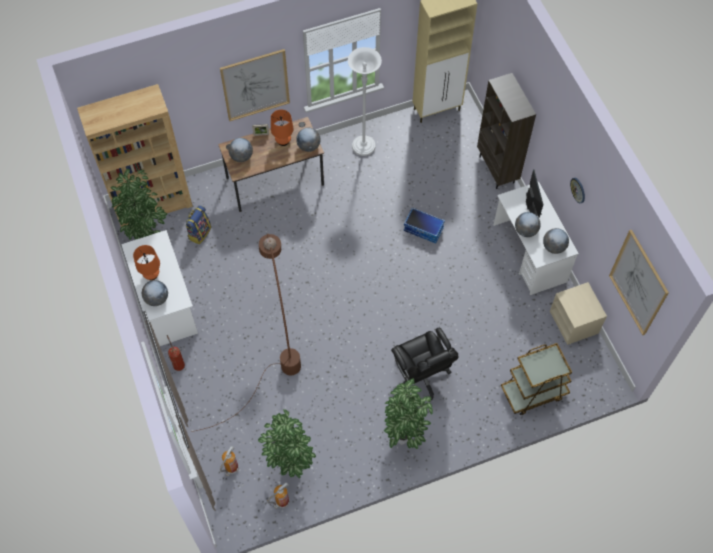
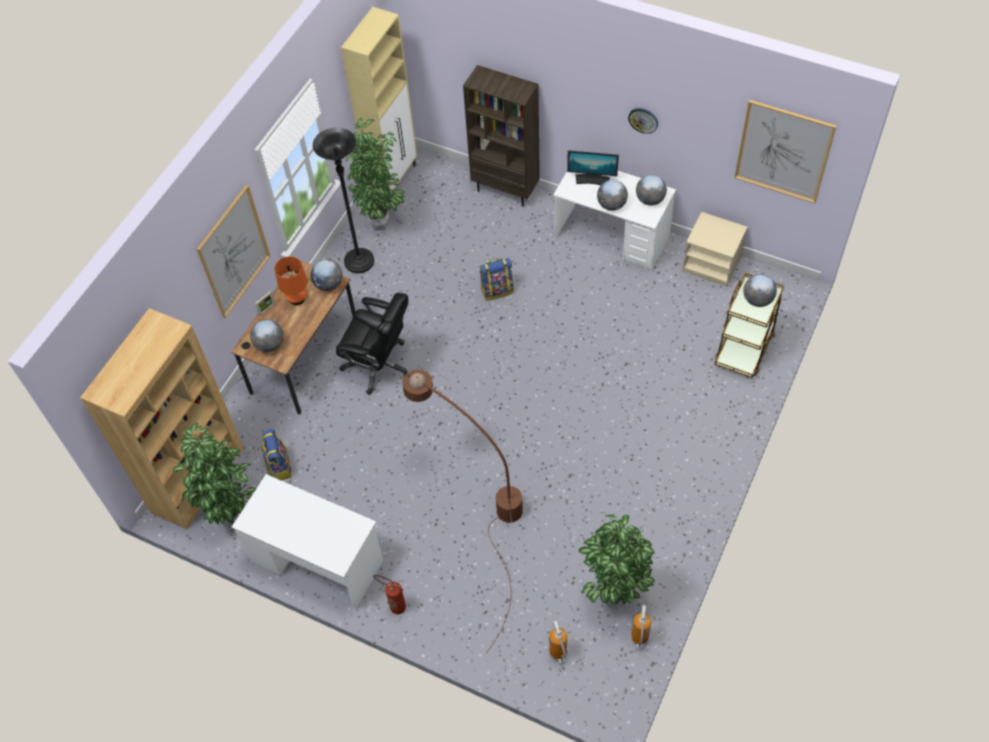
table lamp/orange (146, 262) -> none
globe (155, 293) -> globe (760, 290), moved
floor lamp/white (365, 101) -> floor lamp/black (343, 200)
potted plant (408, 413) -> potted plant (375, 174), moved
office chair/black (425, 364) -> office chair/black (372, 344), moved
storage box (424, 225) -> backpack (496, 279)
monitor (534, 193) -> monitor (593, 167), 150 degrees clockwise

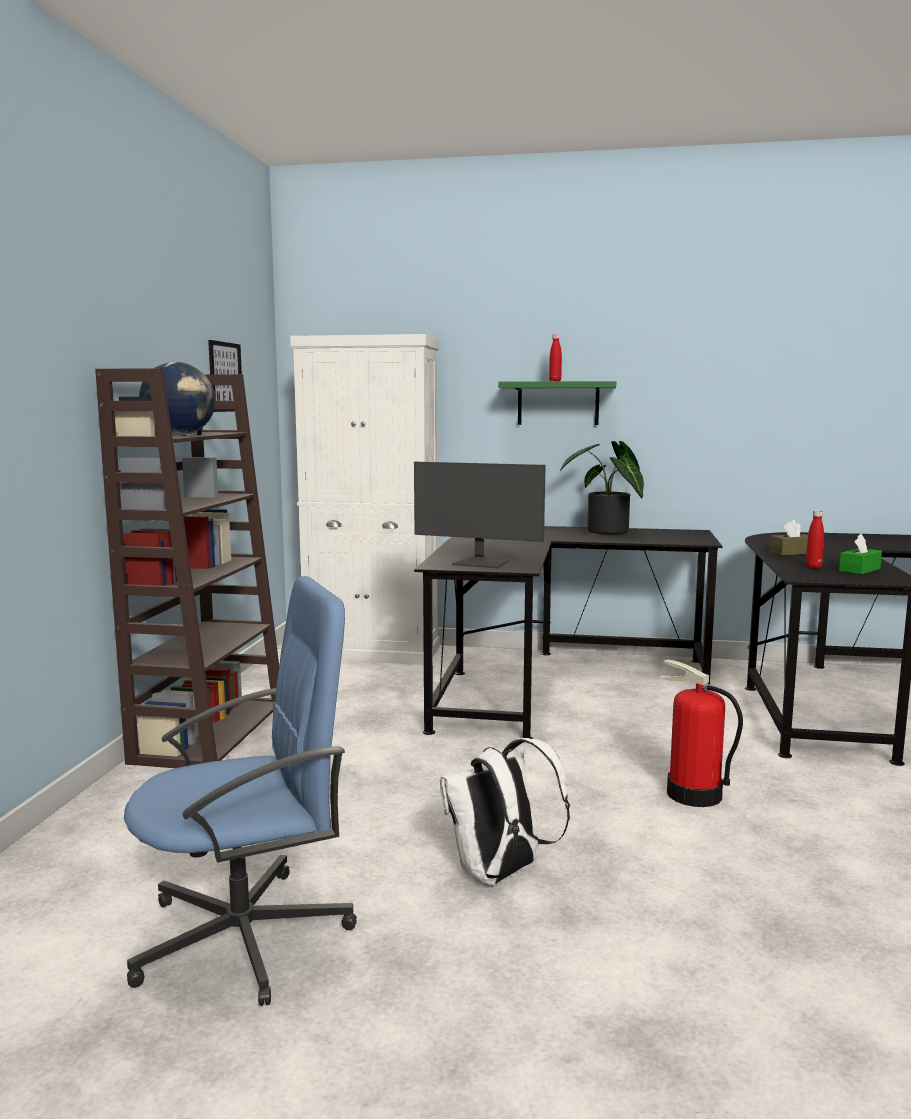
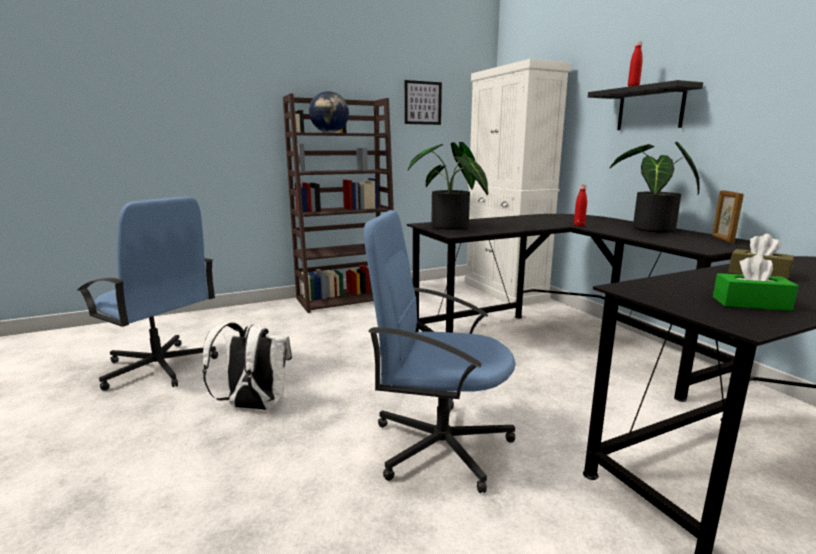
monitor (480, 515) -> potted plant (448, 186)
shelf/green (557, 403) -> shelf/black (645, 105)
fire extinguisher (700, 733) -> office chair/blue (440, 351)
bottle/red (815, 539) -> bottle/red (580, 206), moved
none -> picture frame (728, 216)

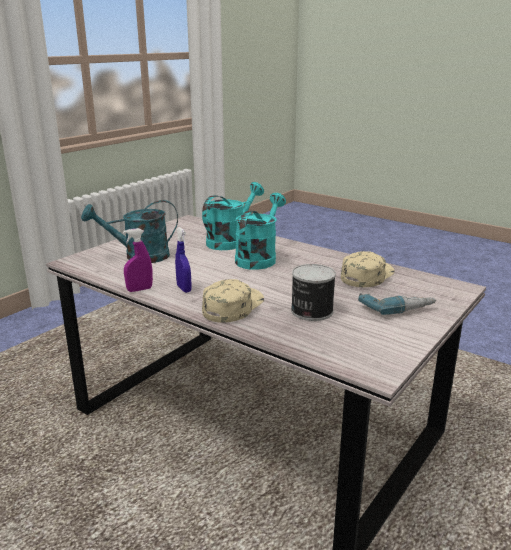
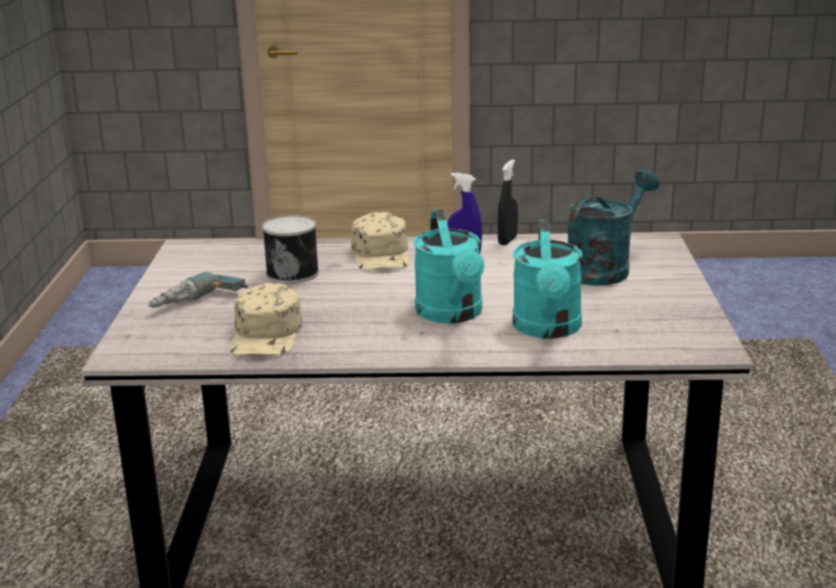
spray bottle/purple (138, 260) -> spray bottle/black (508, 202)

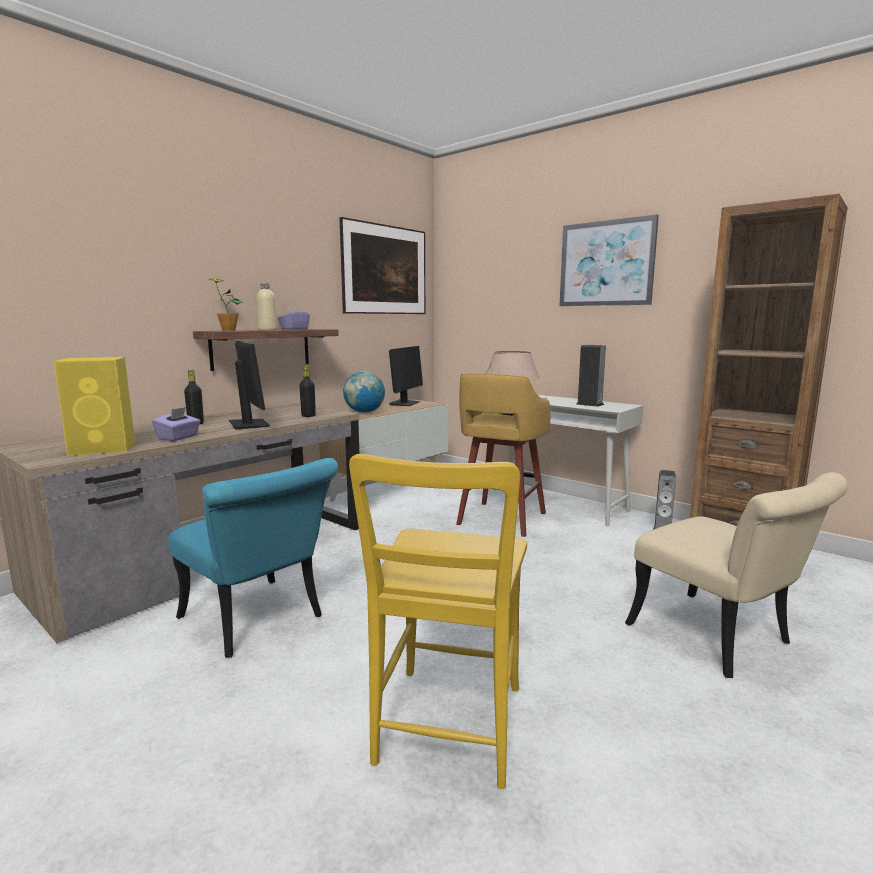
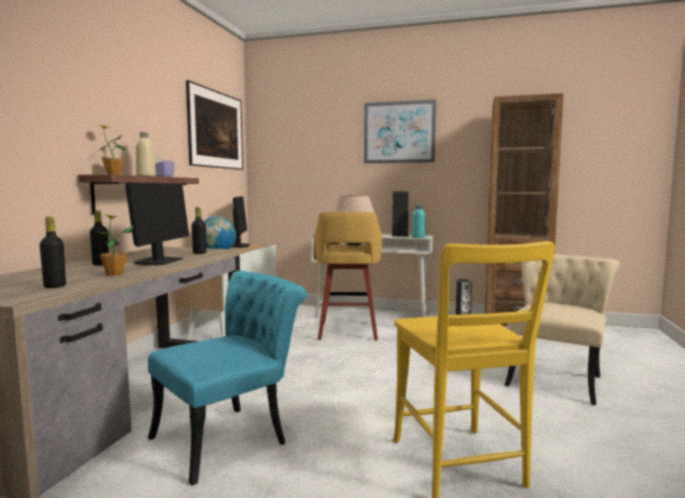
speaker/yellow (94, 406) -> bottle/black (53, 252)
tissue box/purple (176, 424) -> potted plant (115, 245)
chair/turquoise (253, 558) -> chair/turquoise (227, 378), 60 degrees counterclockwise
monitor (249, 385) -> monitor (157, 223), 60 degrees clockwise
chair/beige (736, 575) -> chair/beige (562, 329), 90 degrees counterclockwise
none -> bottle/turquoise (418, 221)

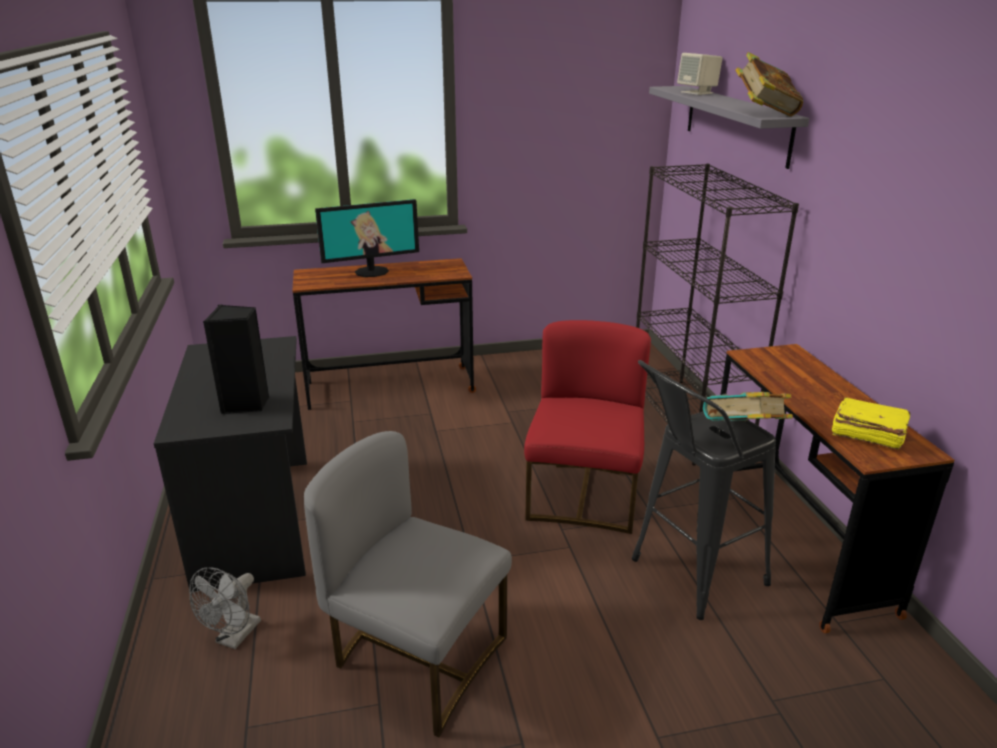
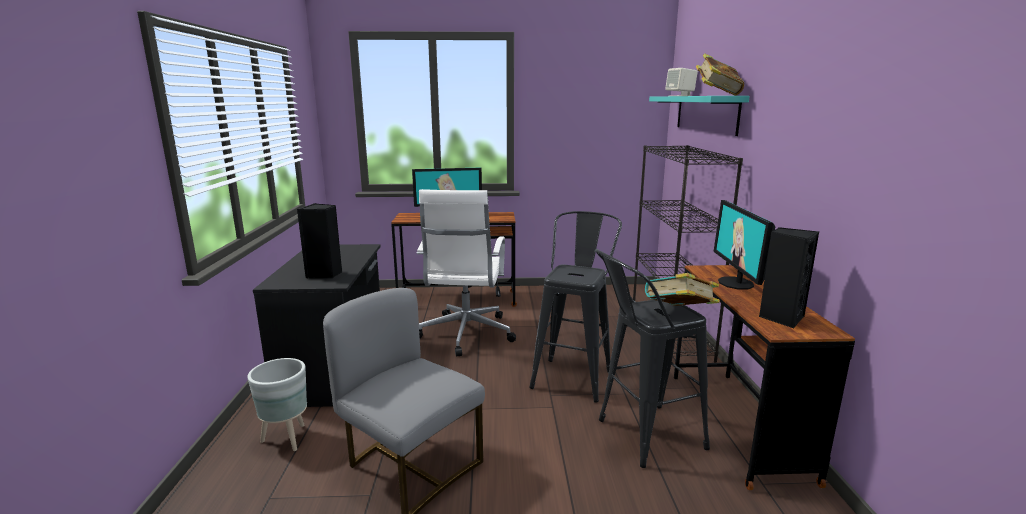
fan/grey (225, 608) -> planter/grey (277, 404)
chair/red (587, 427) -> stool/black (575, 307)
shelf/grey (729, 127) -> shelf/turquoise (699, 116)
book/yellow (870, 423) -> speaker/black (789, 277)
none -> office chair/white (466, 273)
none -> monitor (744, 244)

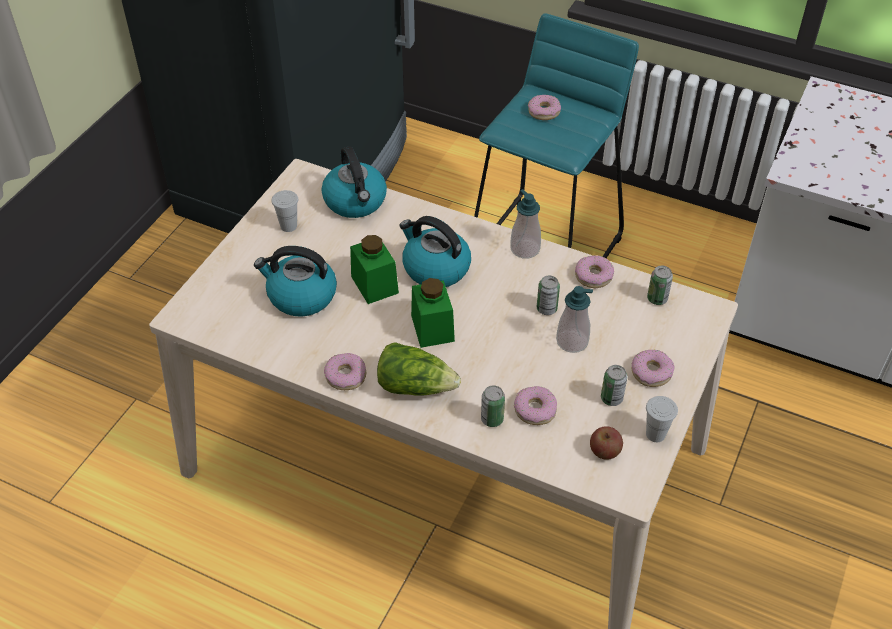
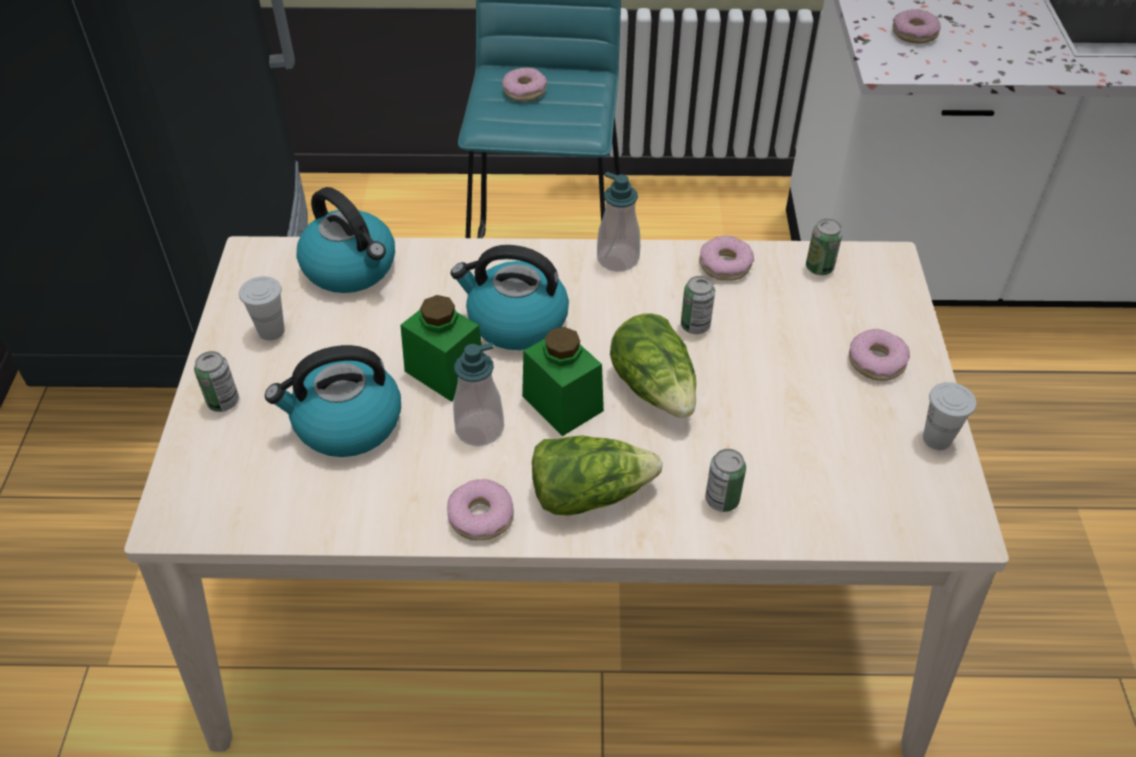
donut (535, 405) -> donut (916, 26), moved
soap dispenser (574, 319) -> soap dispenser (478, 394), moved
apple (606, 443) -> none
can (614, 385) -> can (216, 381), moved
none -> lettuce (653, 365)

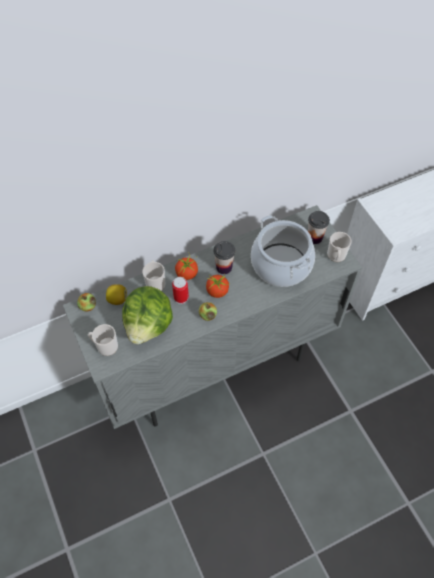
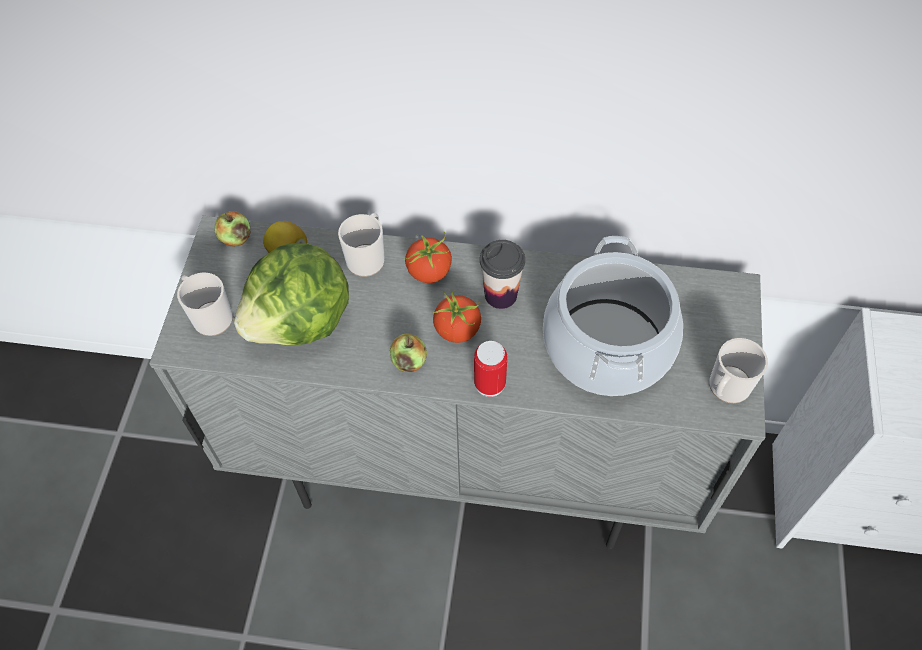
can (180, 290) -> can (490, 369), moved
cup (319, 227) -> none

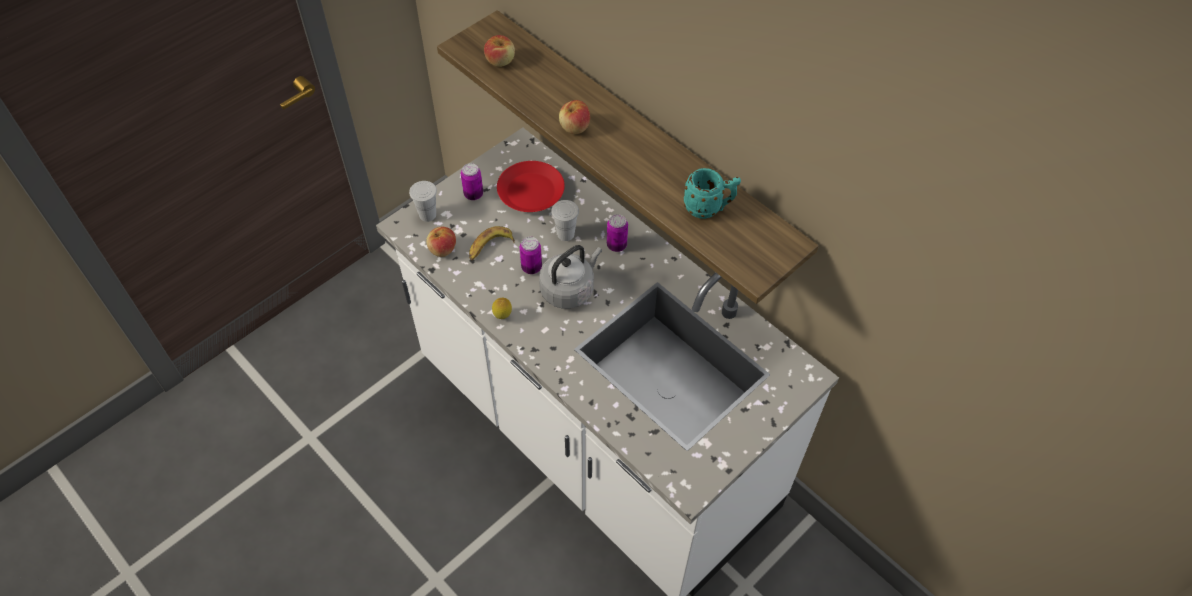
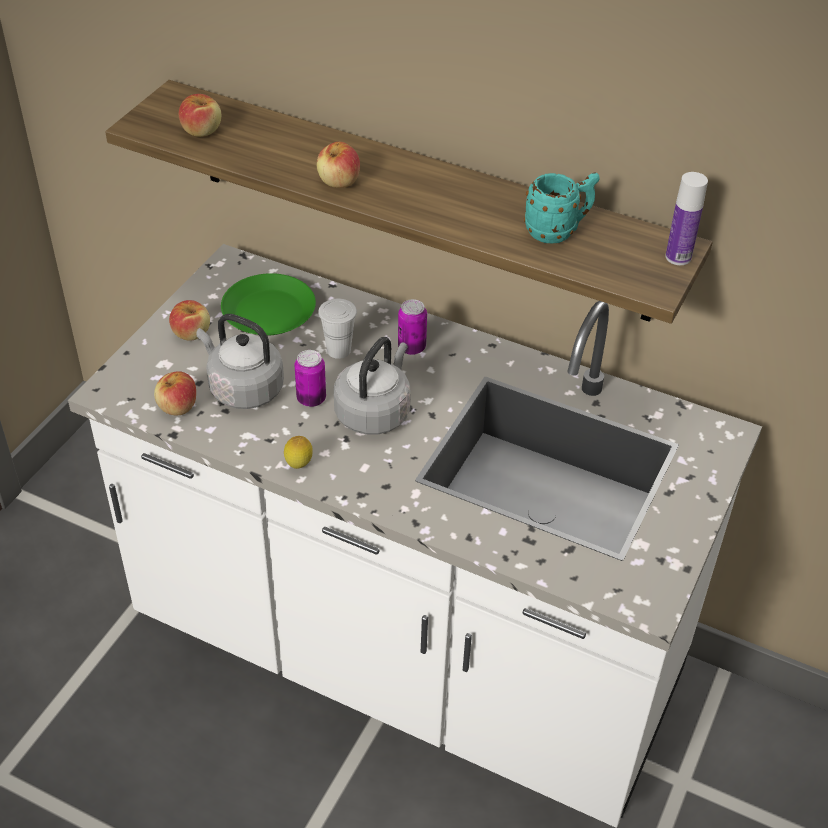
cup/white (423, 201) -> none
can (472, 181) -> apple (189, 320)
banana (492, 243) -> kettle/grey (240, 361)
plate/red (531, 186) -> plate/green (268, 304)
none -> bottle (686, 218)

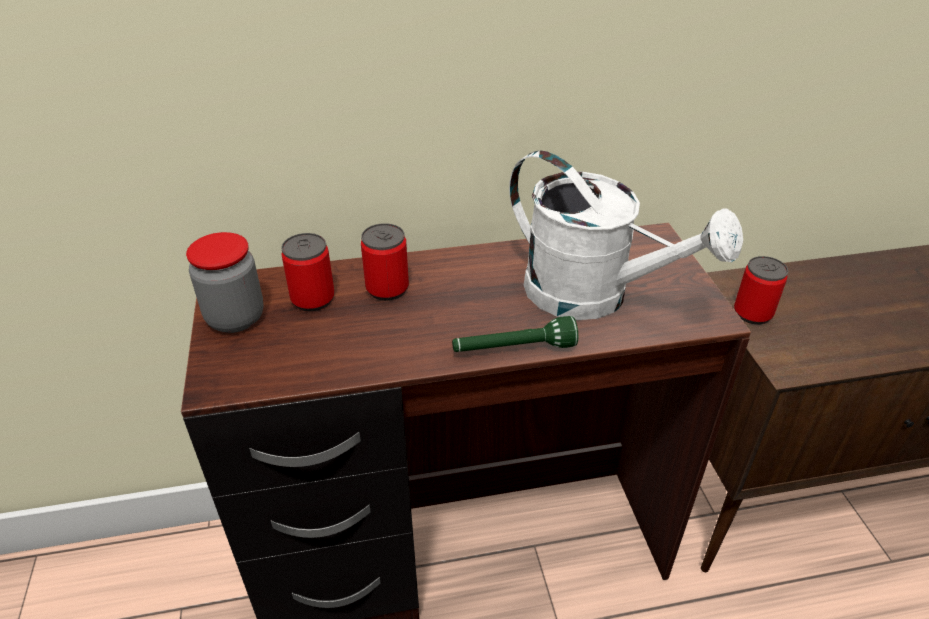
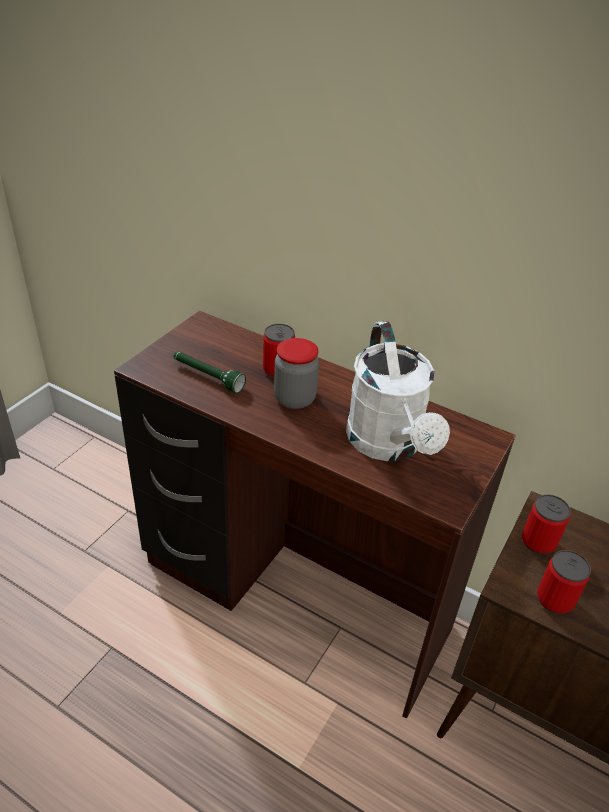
jar (225, 282) -> jar (296, 373), moved
can (307, 272) -> can (564, 582), moved
flashlight/green (515, 334) -> flashlight/green (210, 372), moved

